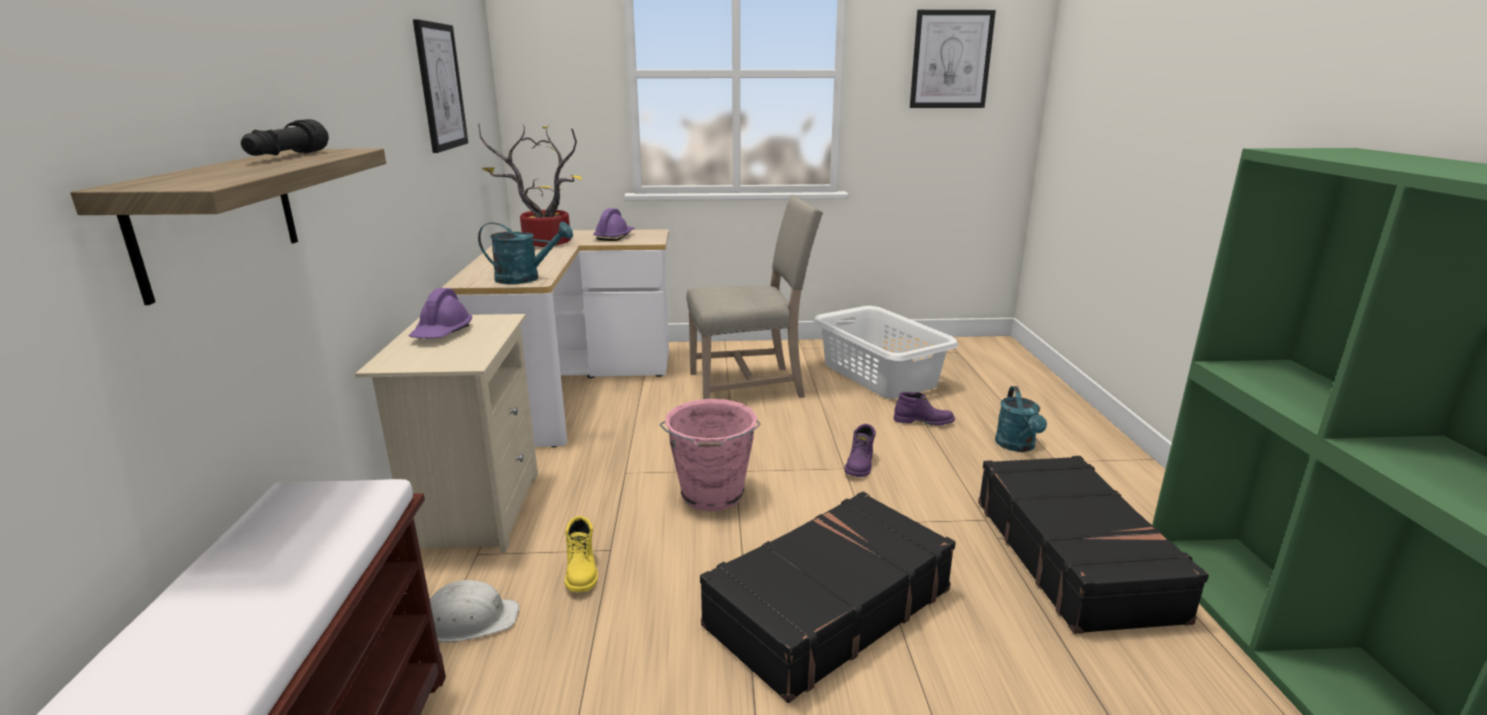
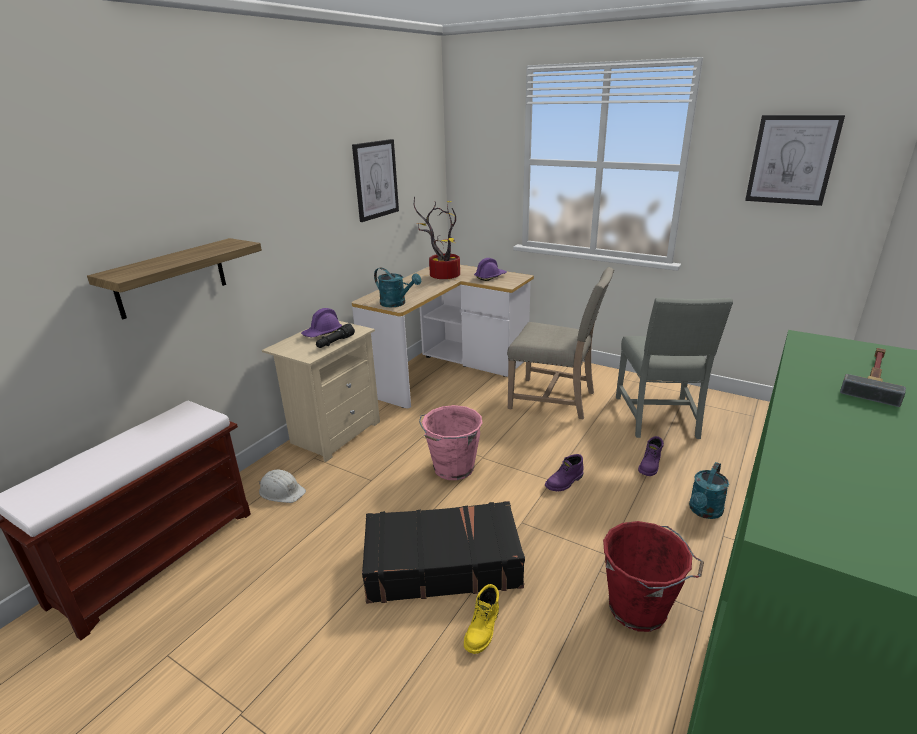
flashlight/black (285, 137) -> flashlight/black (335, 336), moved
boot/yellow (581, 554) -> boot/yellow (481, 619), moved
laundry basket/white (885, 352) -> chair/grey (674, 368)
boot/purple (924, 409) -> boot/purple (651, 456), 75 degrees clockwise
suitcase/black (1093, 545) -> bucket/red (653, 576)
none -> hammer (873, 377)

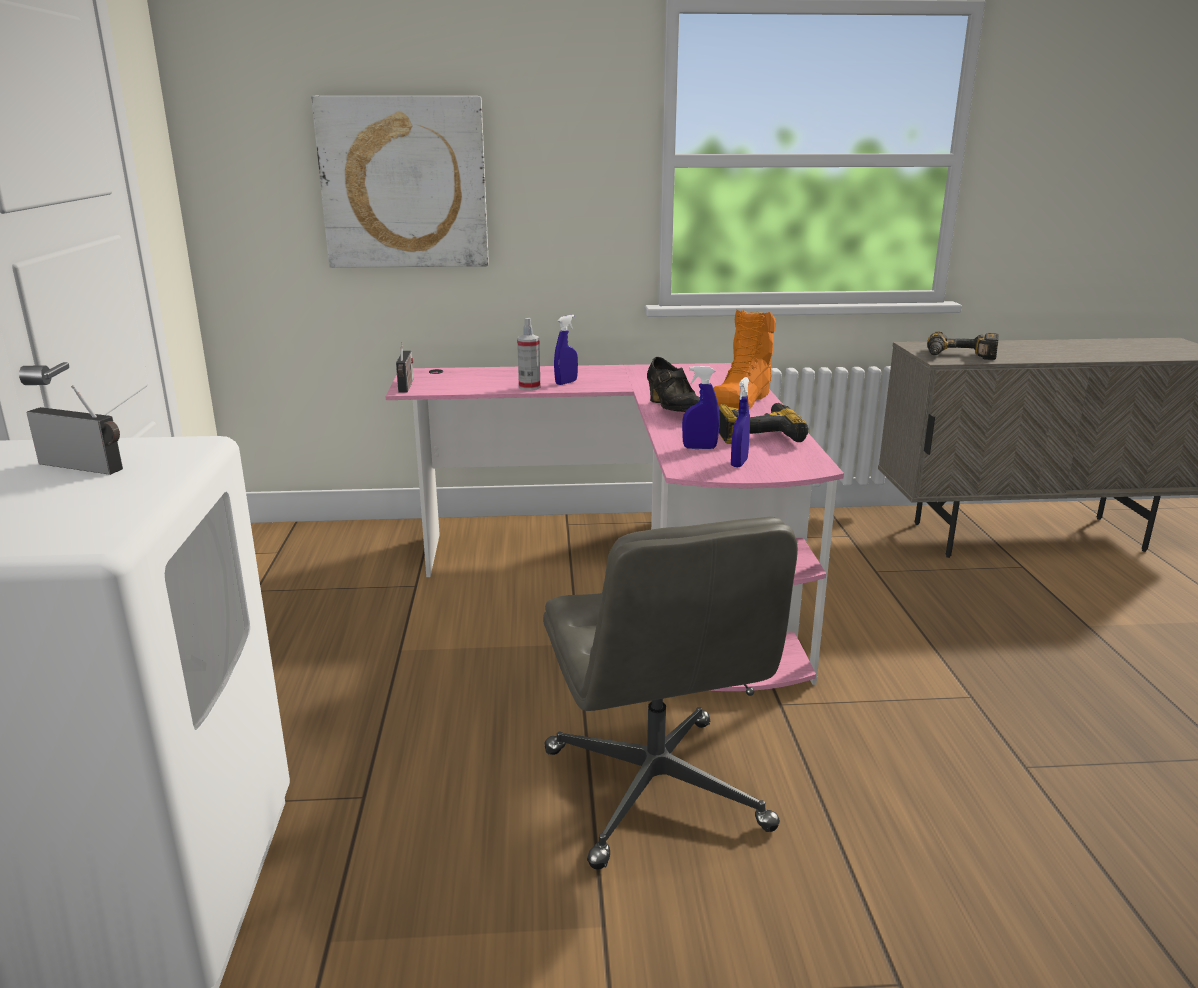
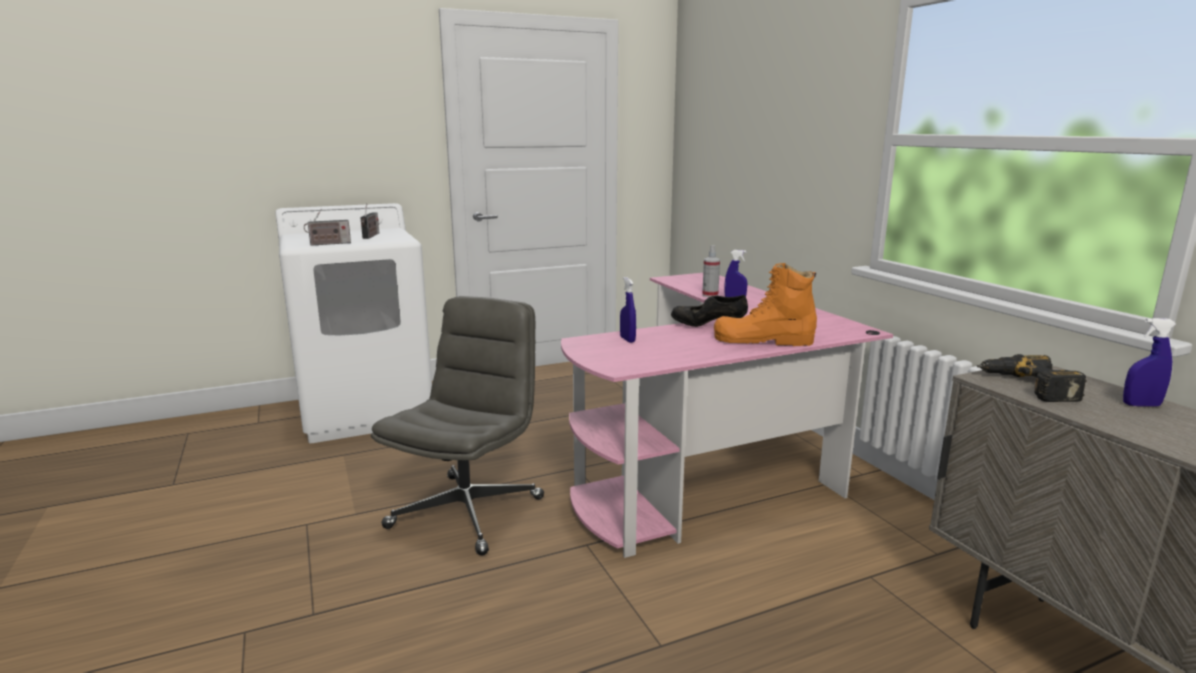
picture (400, 182) -> none
radio (405, 367) -> radio (327, 227), moved
office chair/grey (670, 693) -> office chair/grey (457, 426), 150 degrees clockwise
shoe/black (673, 384) -> shoe/black (709, 311), 60 degrees clockwise
power drill (763, 423) -> none
spray bottle/blue (740, 422) -> spray bottle/blue (1149, 362), moved

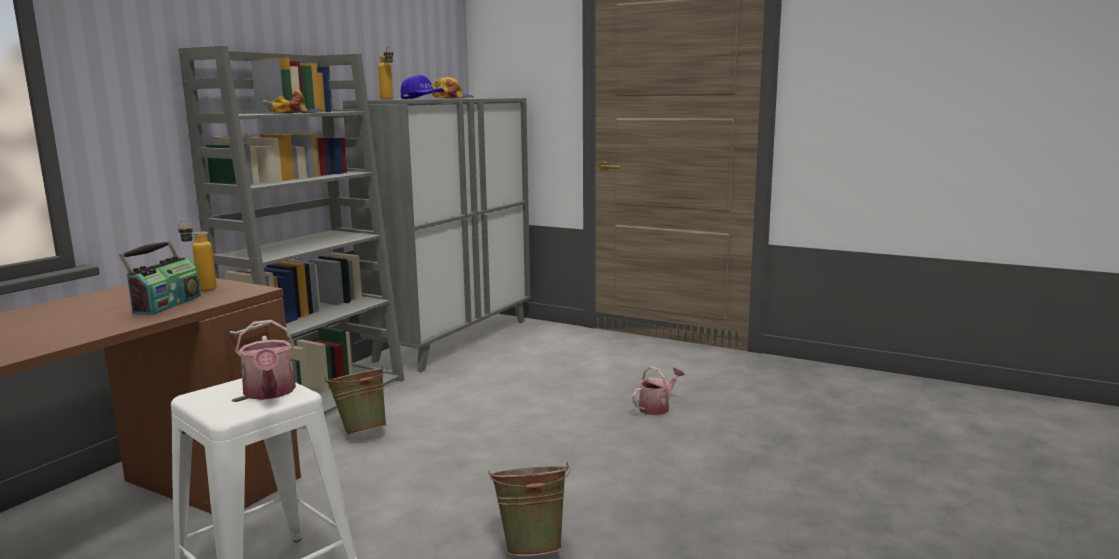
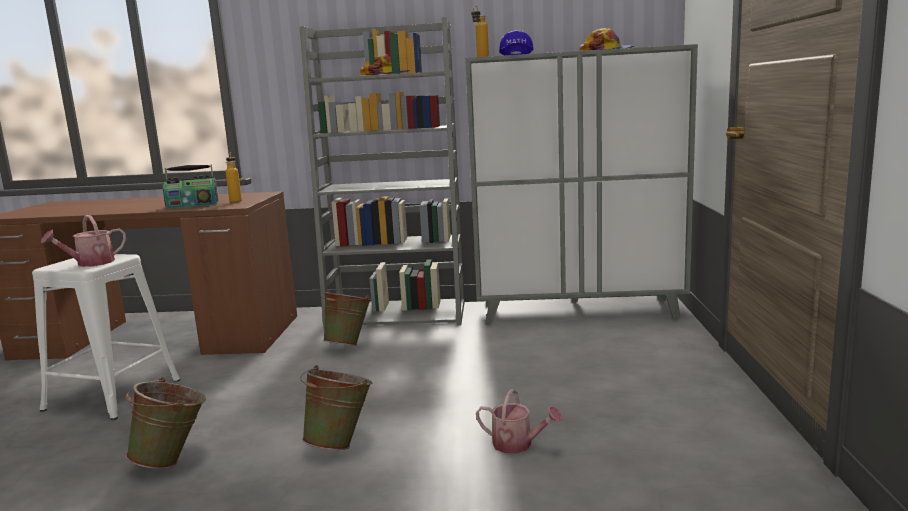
none -> bucket/green (336, 407)

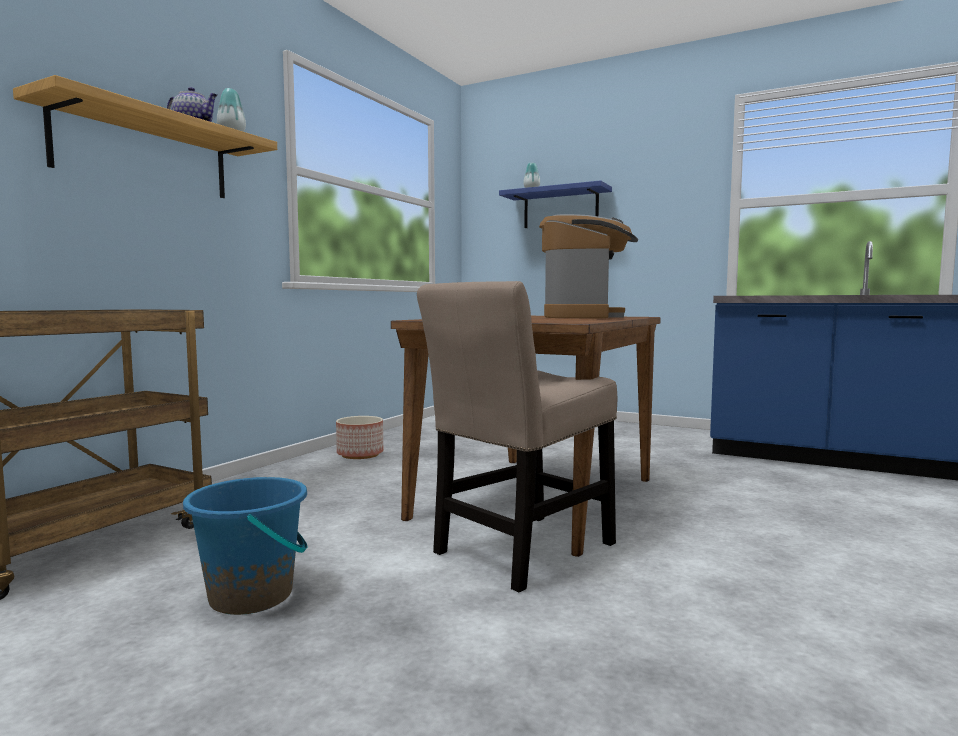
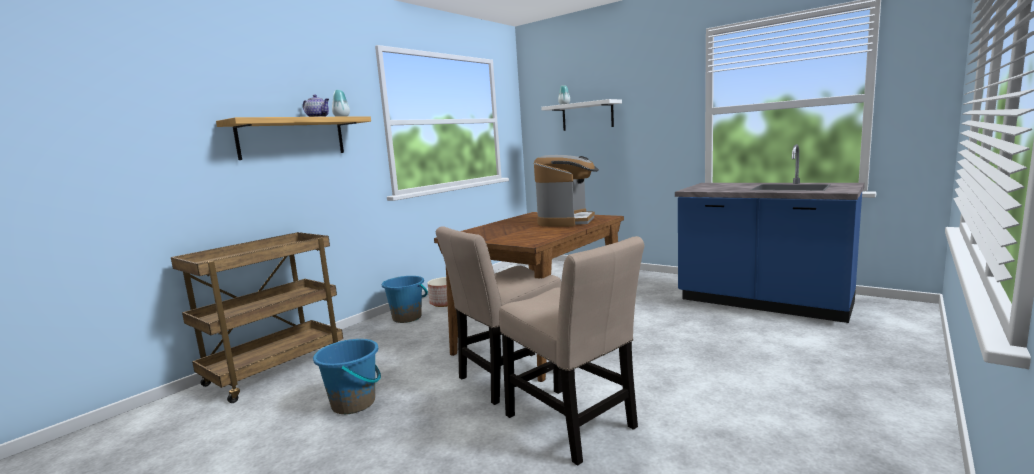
shelf/blue (555, 204) -> shelf/white (581, 115)
none -> bucket/blue (405, 299)
none -> chair/beige (571, 351)

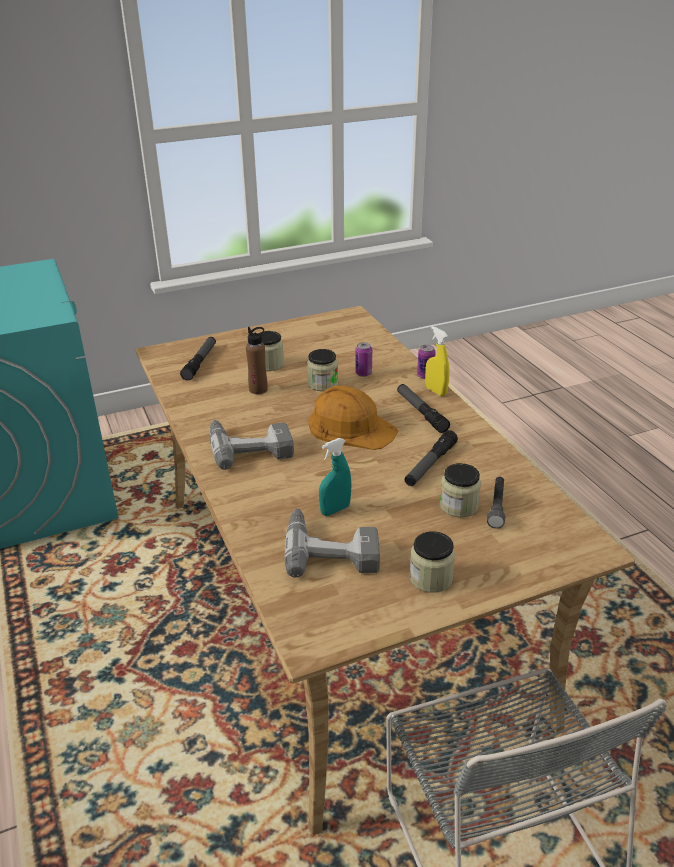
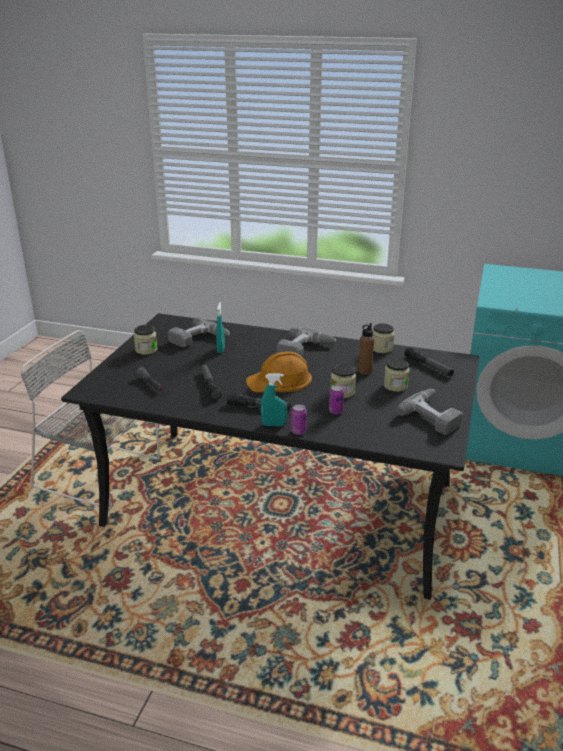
dining table/beige (385, 571) -> dining table/black (270, 456)
spray bottle/yellow (437, 361) -> spray bottle/turquoise (274, 399)
jar (460, 490) -> jar (383, 338), moved
none -> power drill (429, 412)

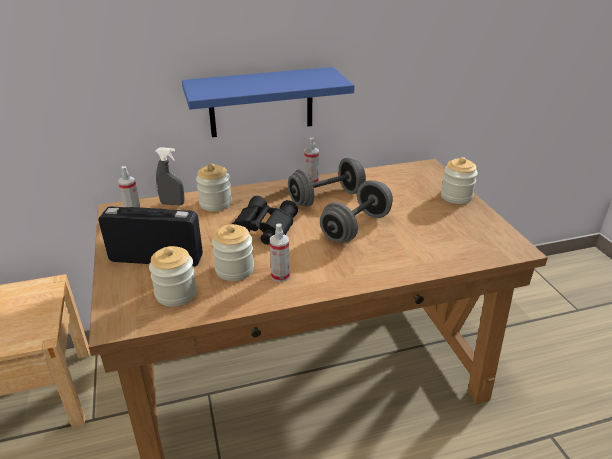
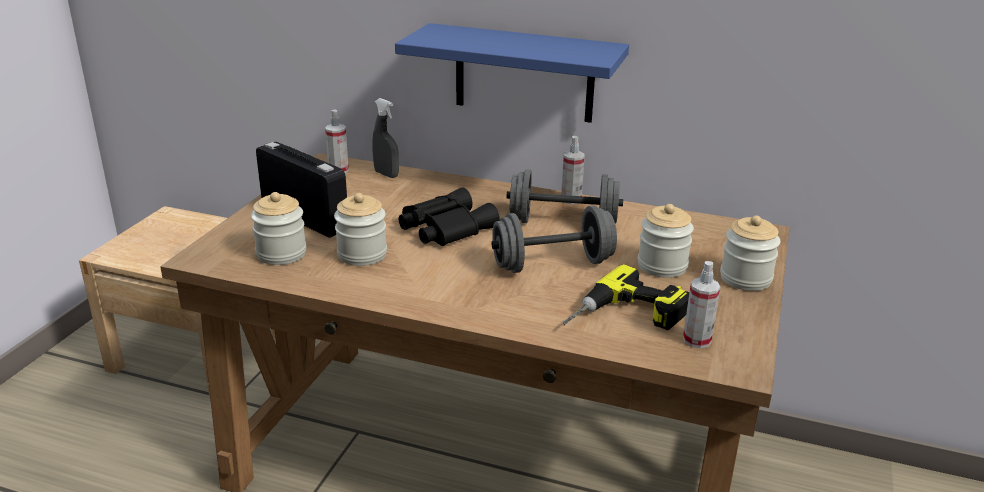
jar (214, 187) -> jar (666, 241), moved
spray bottle (280, 252) -> spray bottle (701, 304), moved
none -> power drill (626, 297)

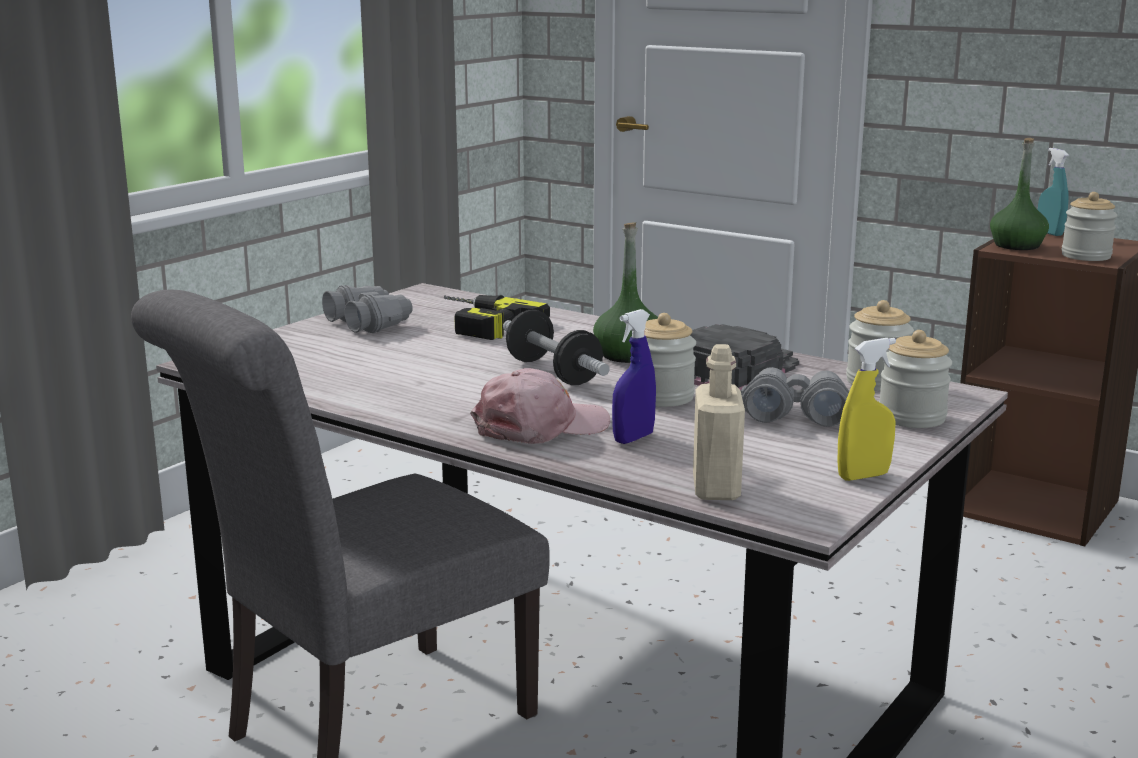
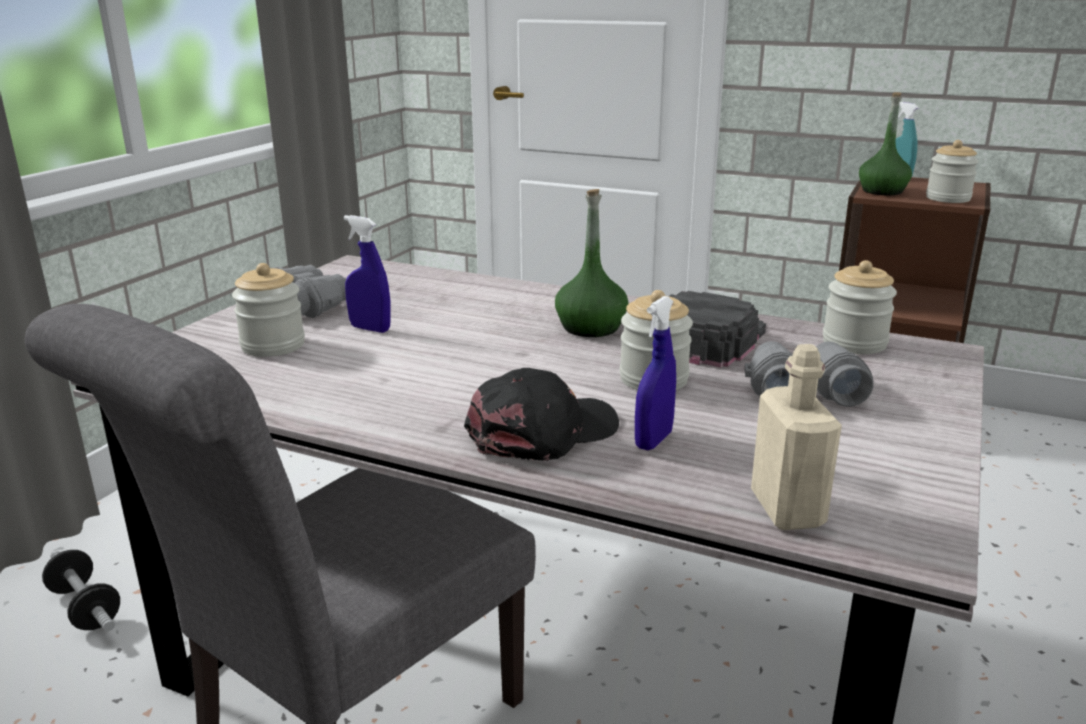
power drill (497, 317) -> none
cap/pink (540, 406) -> cap/black (541, 414)
dumbbell (556, 347) -> dumbbell (81, 590), moved
spray bottle/yellow (866, 409) -> none
jar (915, 379) -> jar (268, 310), moved
none -> spray bottle/blue (367, 274)

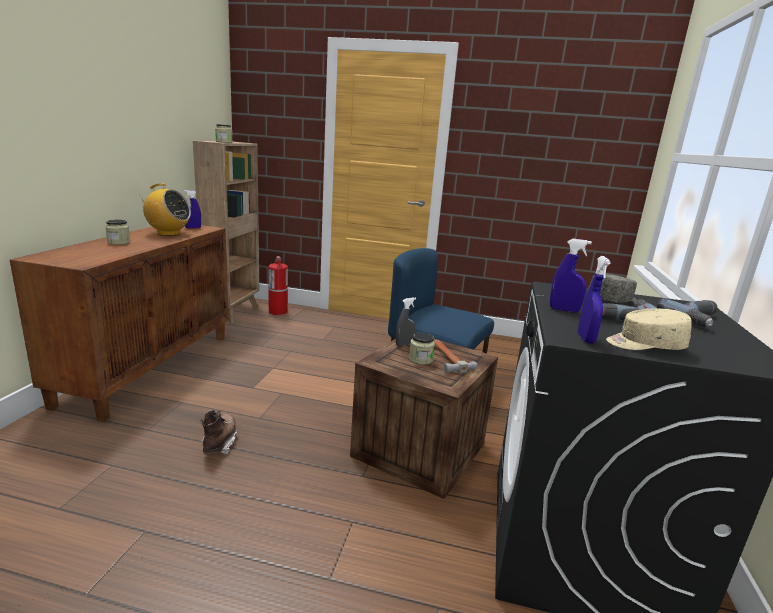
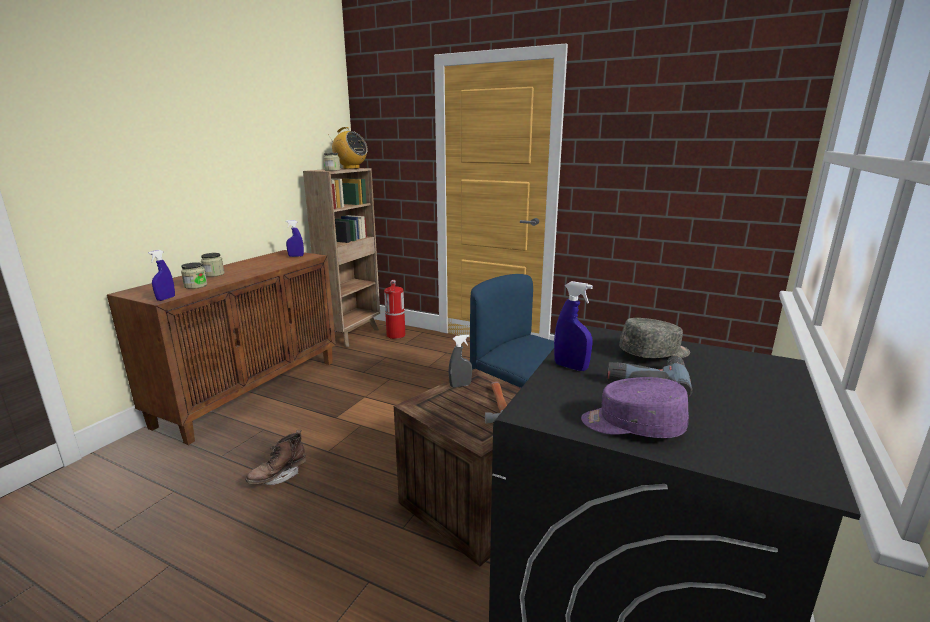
radio (165, 209) -> radio (348, 148), moved
boot/brown (219, 432) -> boot/brown (275, 457), 150 degrees counterclockwise
jar (422, 348) -> jar (194, 275), moved
spray bottle/blue (594, 300) -> spray bottle/blue (161, 275), moved
cap/beige (649, 329) -> cap/purple (635, 407)
power drill (687, 313) -> none

